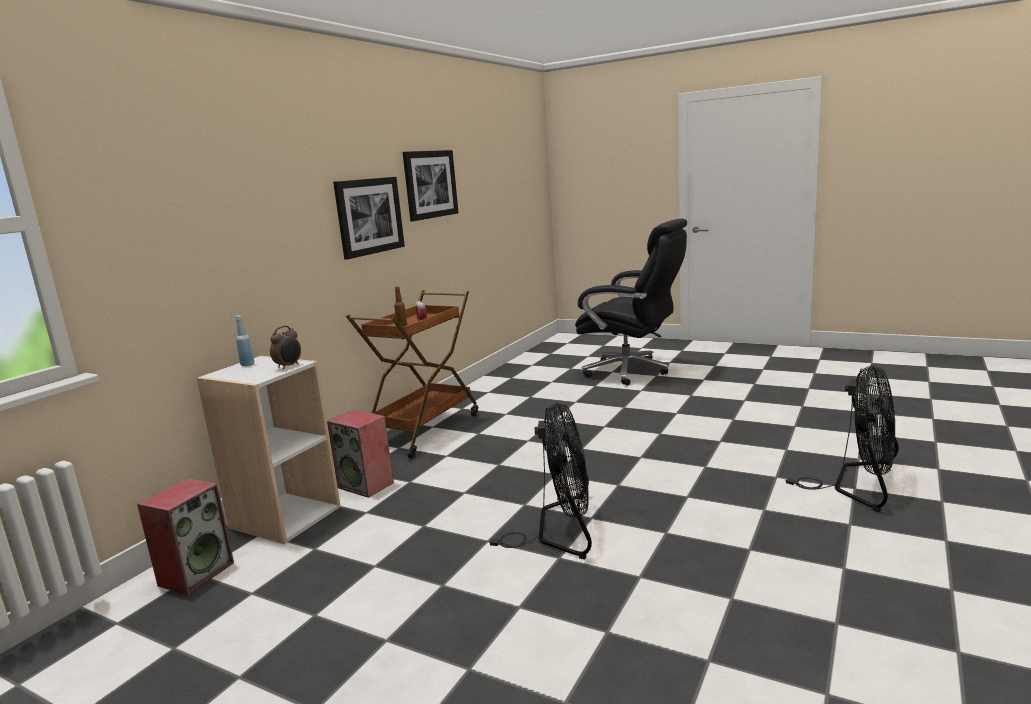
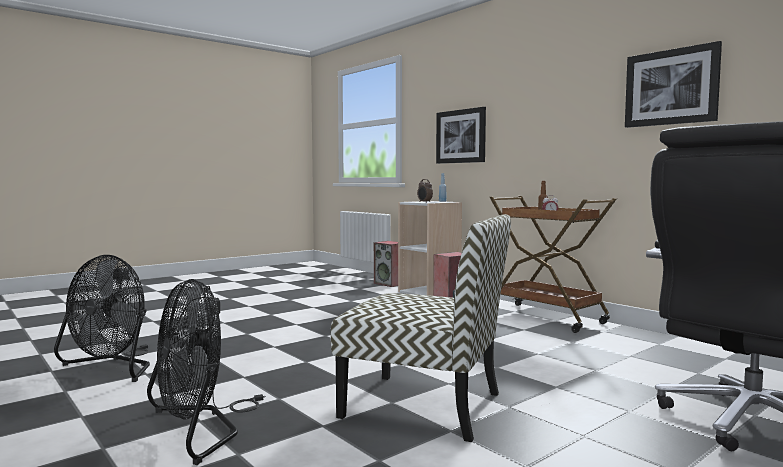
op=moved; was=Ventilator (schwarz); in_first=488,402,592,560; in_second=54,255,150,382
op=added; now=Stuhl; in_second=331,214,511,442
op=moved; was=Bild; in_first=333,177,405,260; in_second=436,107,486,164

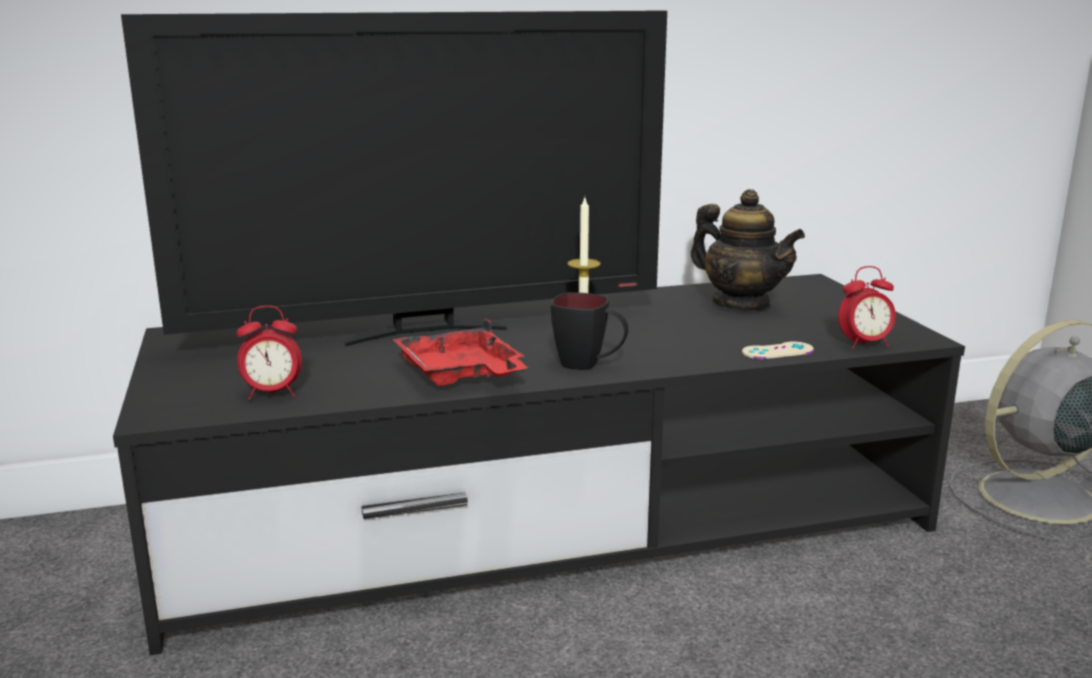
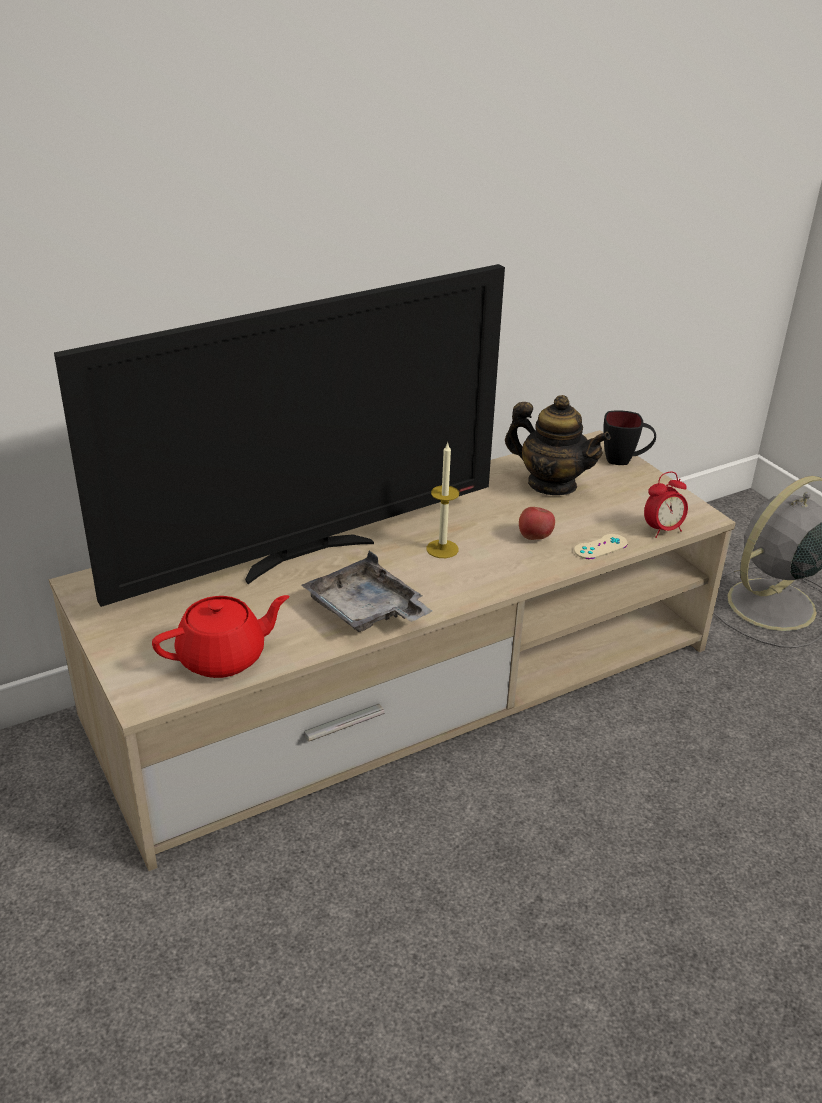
op=recoloured; was=Fernsehschrank (schwarz); now=Fernsehschrank (beige); in_first=113,274,965,655; in_second=49,430,736,871
op=replaced; was=Wecker; now=Teekanne (rot); in_first=237,305,302,400; in_second=152,595,289,678
op=recoloured; was=Tablett (rot); now=Tablett (grau); in_first=392,319,528,386; in_second=302,551,432,632
op=added; now=Apfel; in_second=519,507,555,540
op=moved; was=Henkelbecher (schwarz); in_first=551,292,629,370; in_second=603,410,656,465

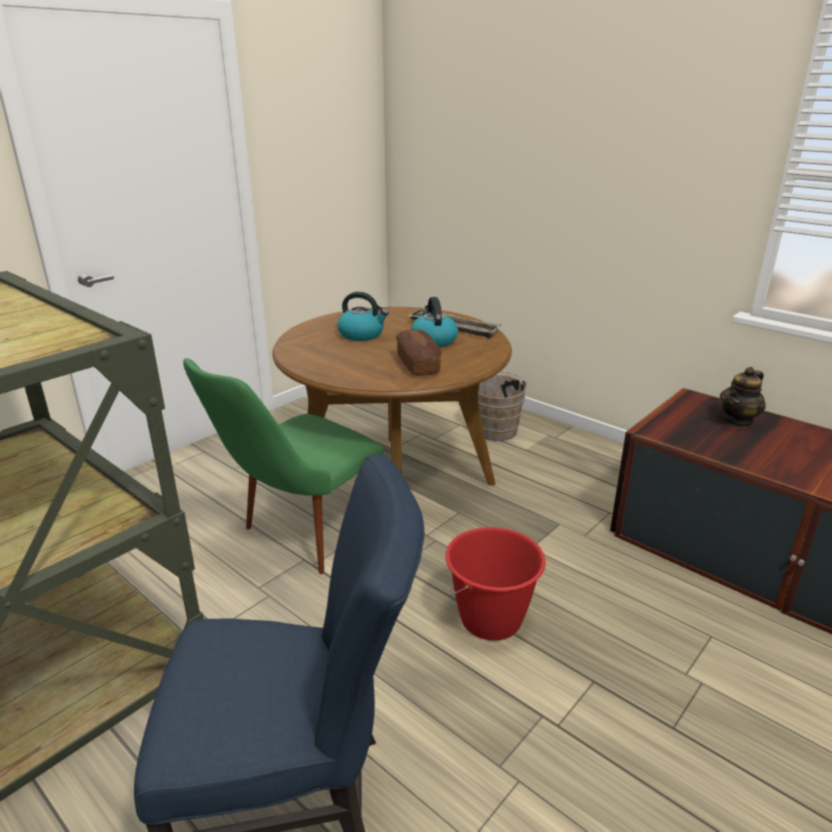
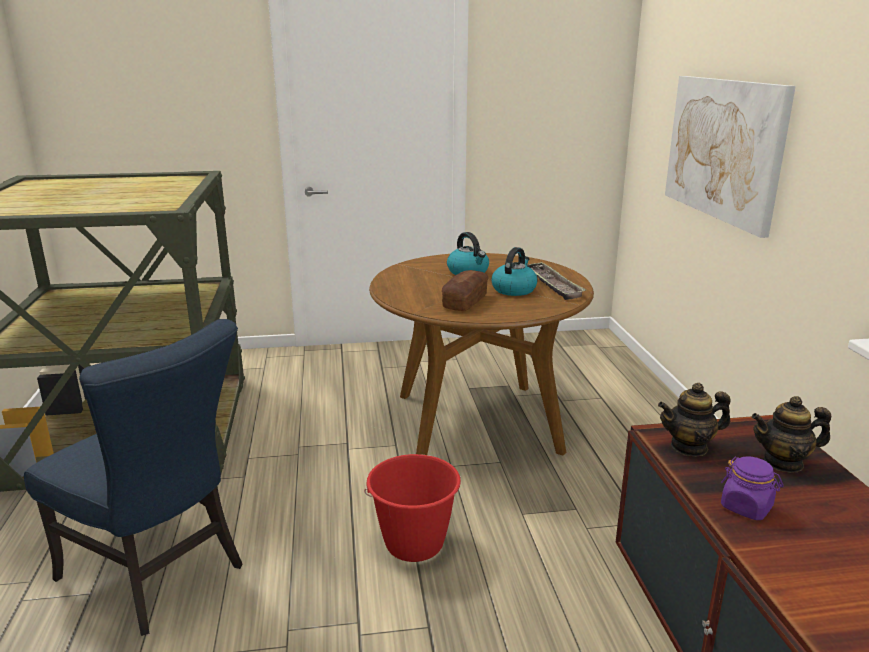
op=added; now=Teekanne; in_second=658,383,731,457
op=added; now=Bild; in_second=665,76,796,238
op=added; now=Vorratsglas (lila); in_second=721,456,783,520
op=removed; was=Stuhl (grün); in_first=183,358,383,574
op=removed; was=Eimer (braun); in_first=478,371,528,441

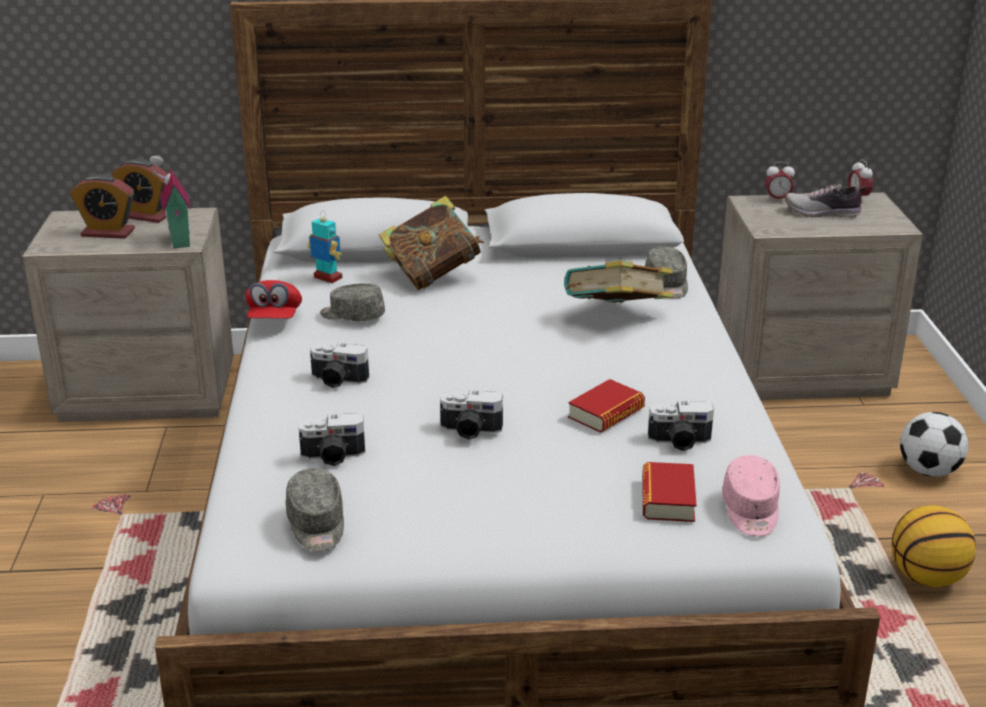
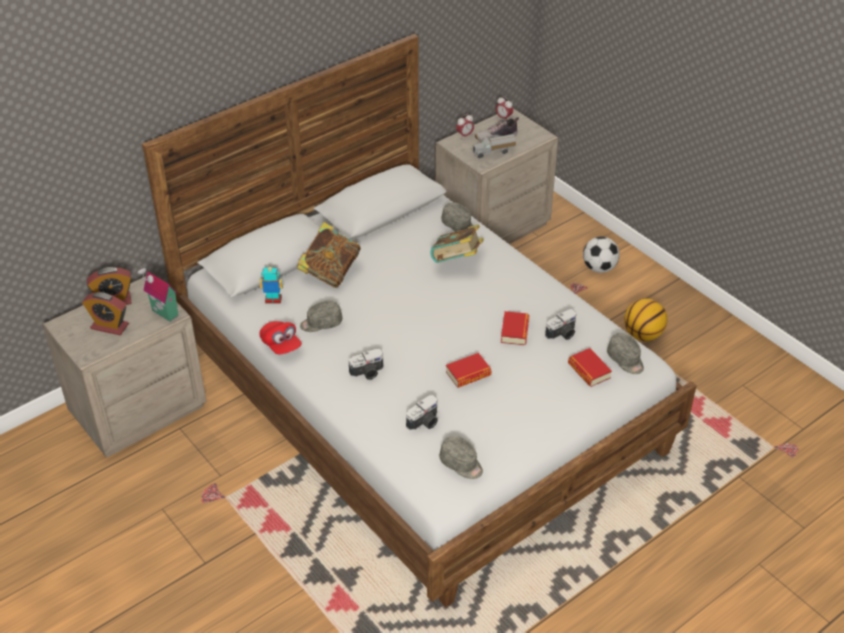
op=turned; was=Wecker; in_first=70,174,135,239; in_second=82,292,129,335; clockwise=45
op=replaced; was=Kamera; now=Buch; in_first=440,390,503,440; in_second=446,353,491,388
op=added; now=Spielzeuglaster; in_second=472,134,516,158
op=recoloured; was=Kappe (rosa); now=Kappe (grau); in_first=722,455,780,536; in_second=607,333,644,374

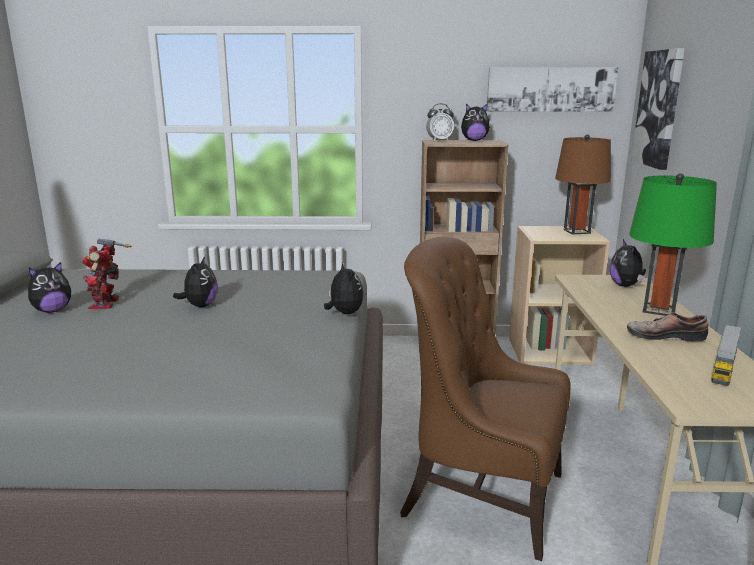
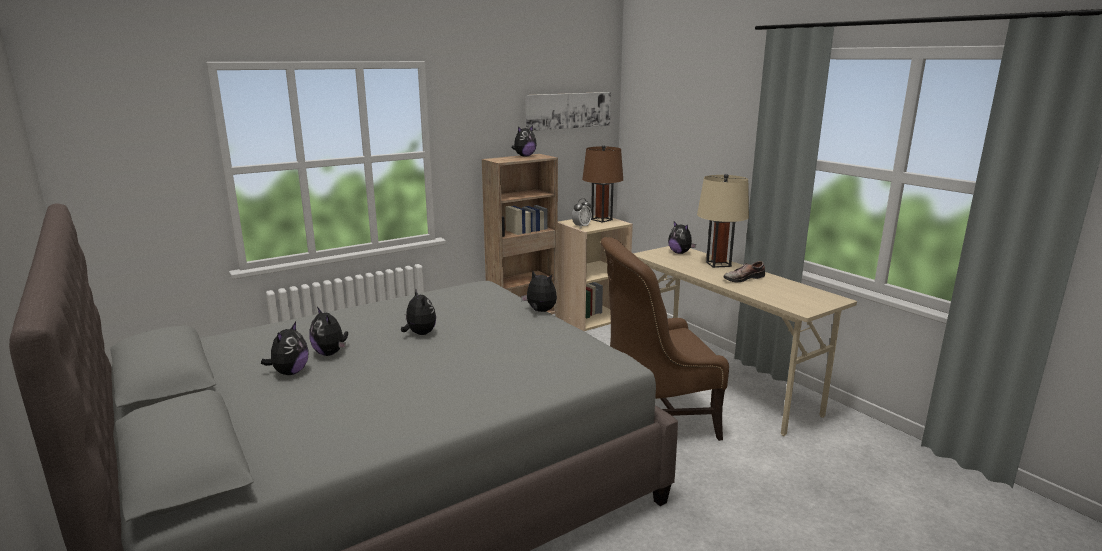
op=replaced; was=Spielzeugroboter; now=Plüschtier; in_first=83,239,132,309; in_second=309,307,348,356
op=moved; was=Wecker; in_first=426,103,454,141; in_second=572,198,592,228
op=recoloured; was=Tischlampe (grün); now=Tischlampe (beige); in_first=629,173,717,316; in_second=697,174,749,268
op=removed; was=Bild; in_first=631,48,685,170
op=removed; was=Spielzeuglaster; in_first=711,324,742,386

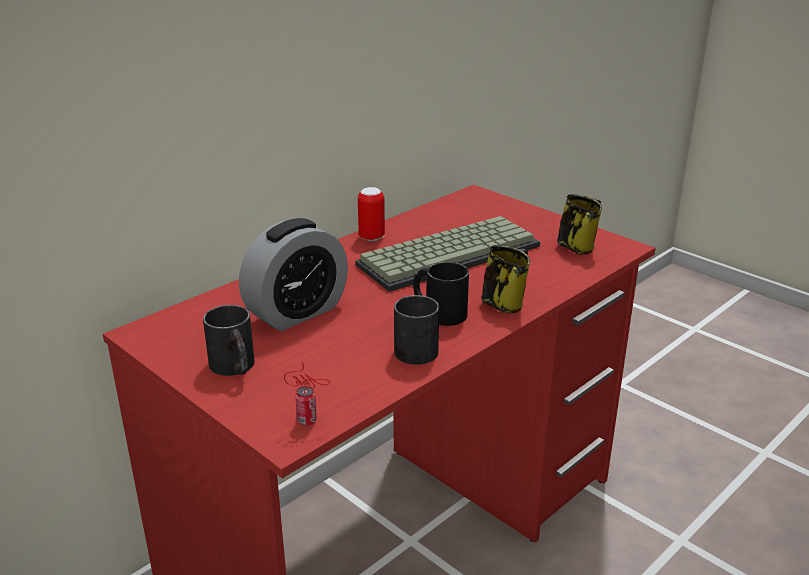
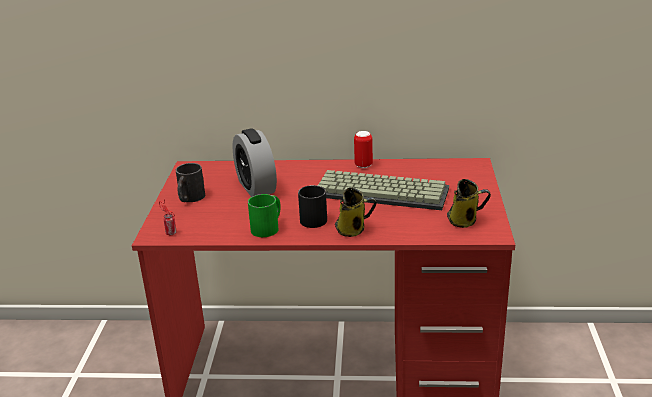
op=turned; was=Wecker; in_first=239,218,348,331; in_second=232,128,277,197; clockwise=60
op=recoloured; was=Henkelbecher (schwarz); now=Henkelbecher (grün); in_first=394,295,439,365; in_second=248,194,281,237

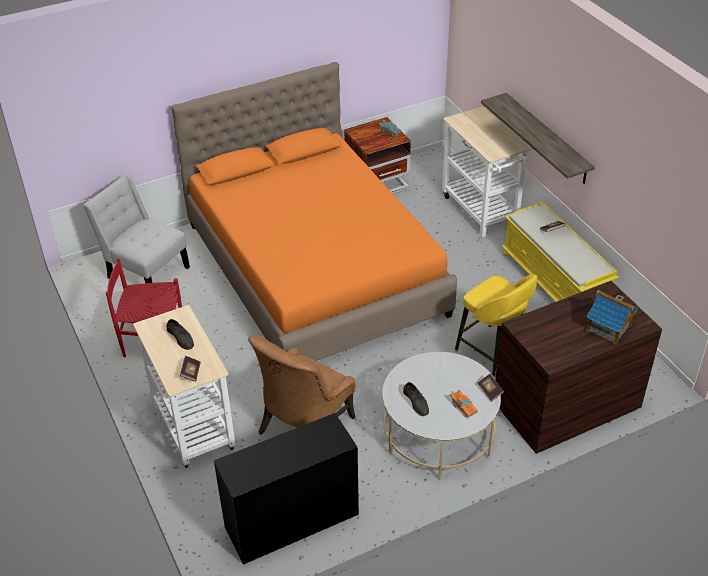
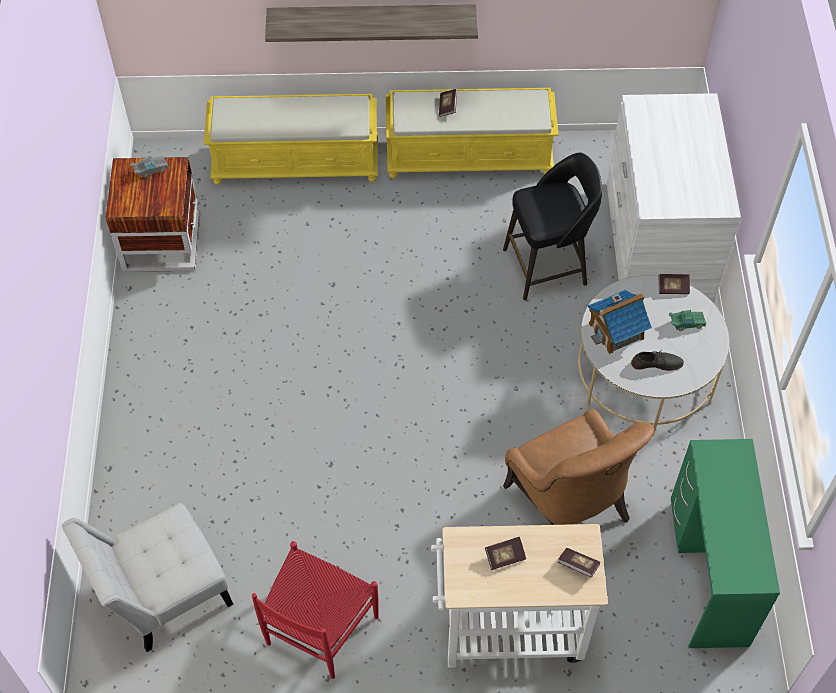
op=replaced; was=Rollwagen (weiß); now=Bank (gelb); in_first=442,107,531,238; in_second=204,94,378,185
op=replaced; was=Schuh (grau); now=Buch; in_first=166,319,194,350; in_second=485,537,526,570
op=recoloured; was=Hocker (gelb); now=Hocker (schwarz); in_first=455,275,537,377; in_second=503,153,602,300
op=moved; was=Spielzeughaus; in_first=586,290,638,345; in_second=588,290,652,354
op=recoloured; was=Kommode (braun); now=Kommode (weiß); in_first=495,281,662,454; in_second=607,93,741,301
op=recoloured; was=Spielzeugauto (orange); now=Spielzeugauto (grün); in_first=450,389,478,418; in_second=669,310,706,331
op=recoloured; was=Schreibtisch (schwarz); now=Schreibtisch (grün); in_first=214,413,359,565; in_second=671,439,780,648
op=removed; was=Bett (orange); in_first=171,62,457,361

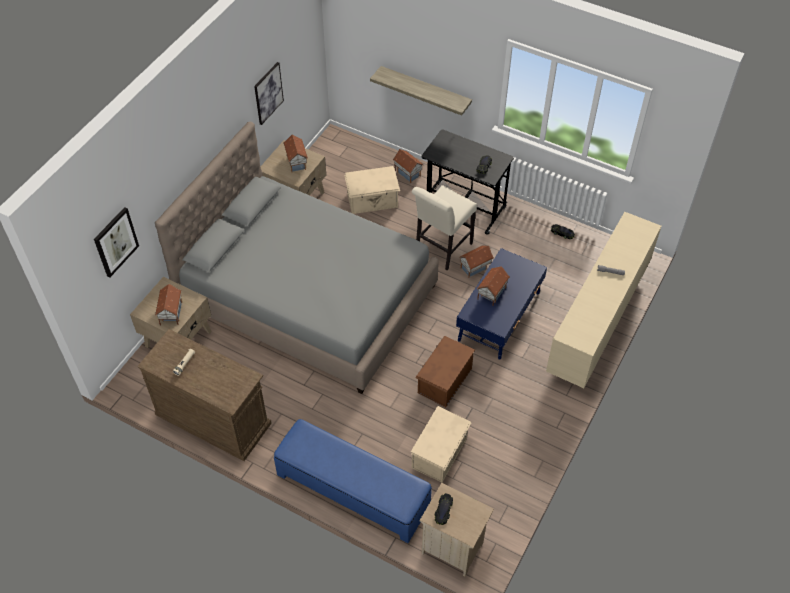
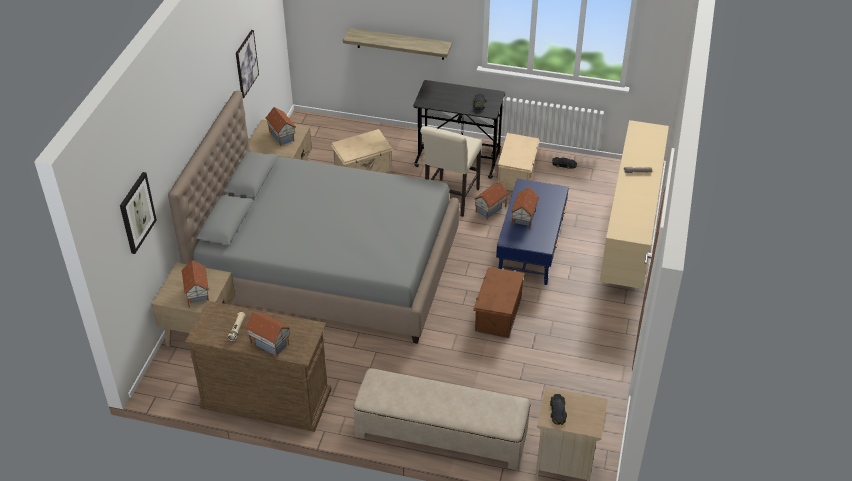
op=moved; was=Spielzeughaus; in_first=393,149,423,183; in_second=245,312,291,357
op=recoloured; was=Bank (blau); now=Bank (beige); in_first=274,419,432,543; in_second=354,368,530,470
op=moved; was=Aufbewahrungsbox (beige); in_first=411,406,472,483; in_second=498,133,540,191

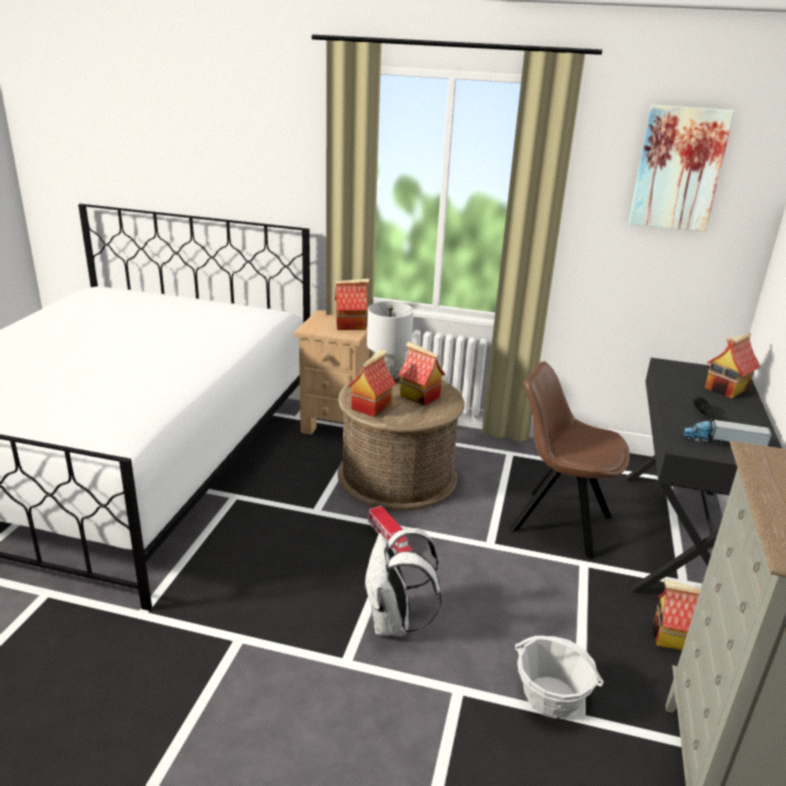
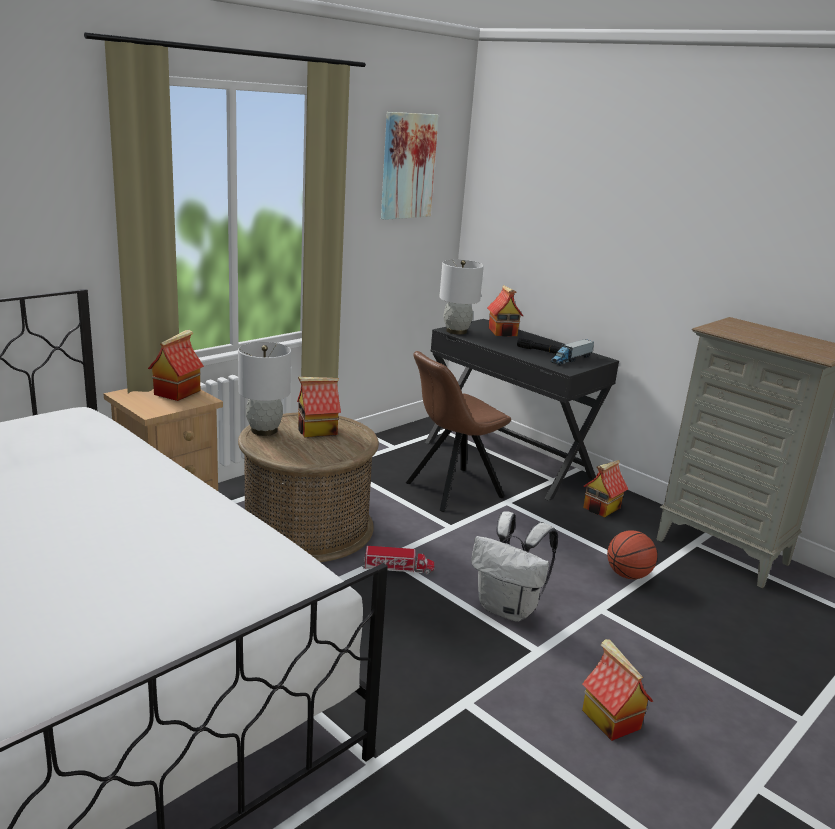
op=added; now=Tischlampe (weiß); in_second=439,260,484,335
op=moved; was=Spielzeughaus; in_first=347,349,396,417; in_second=582,639,653,741
op=replaced; was=Korb; now=Basketball; in_first=515,636,604,718; in_second=607,530,657,579

